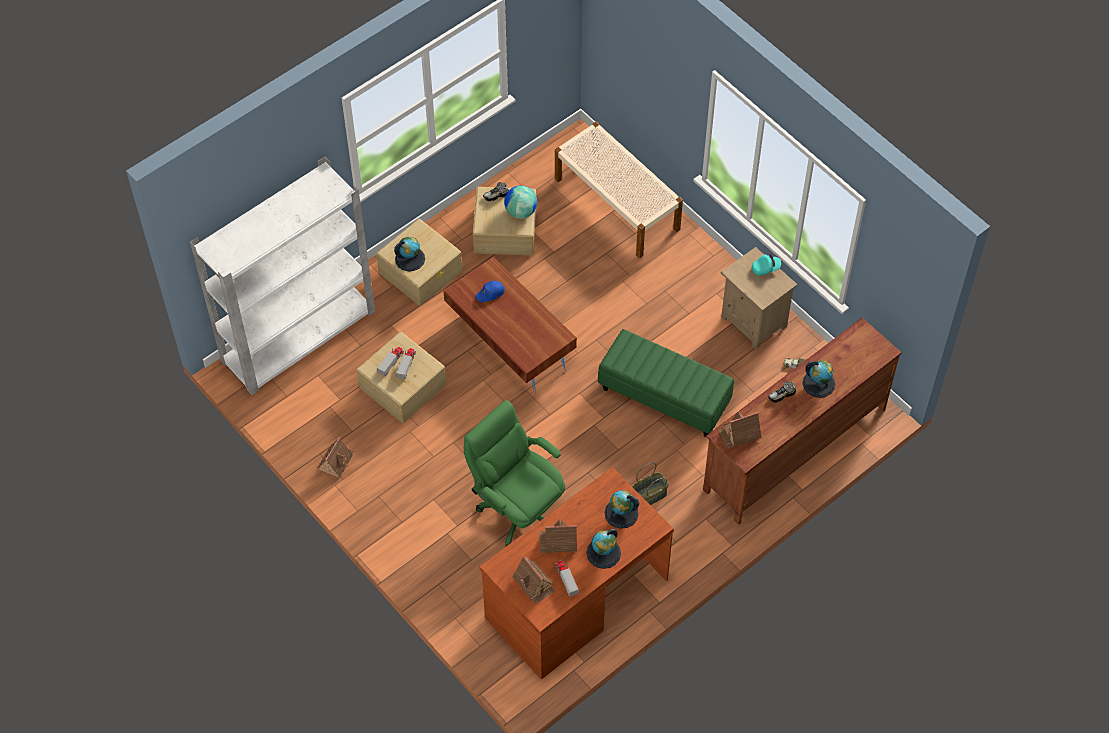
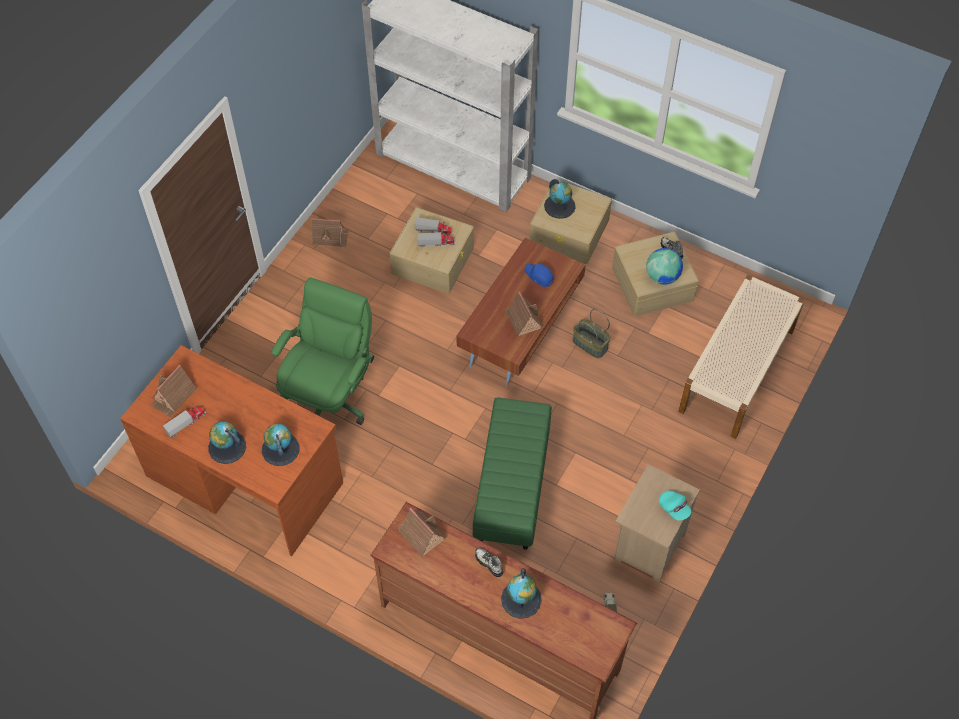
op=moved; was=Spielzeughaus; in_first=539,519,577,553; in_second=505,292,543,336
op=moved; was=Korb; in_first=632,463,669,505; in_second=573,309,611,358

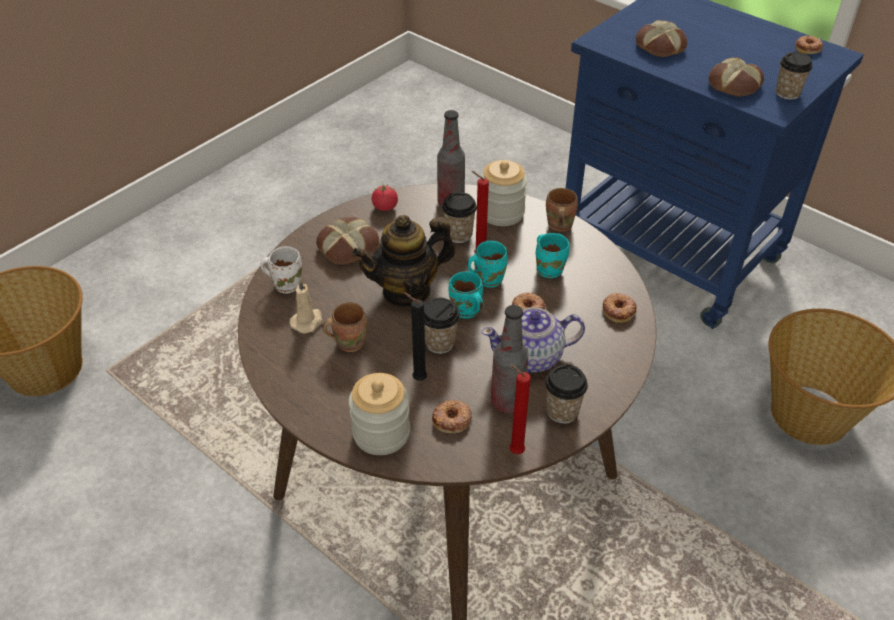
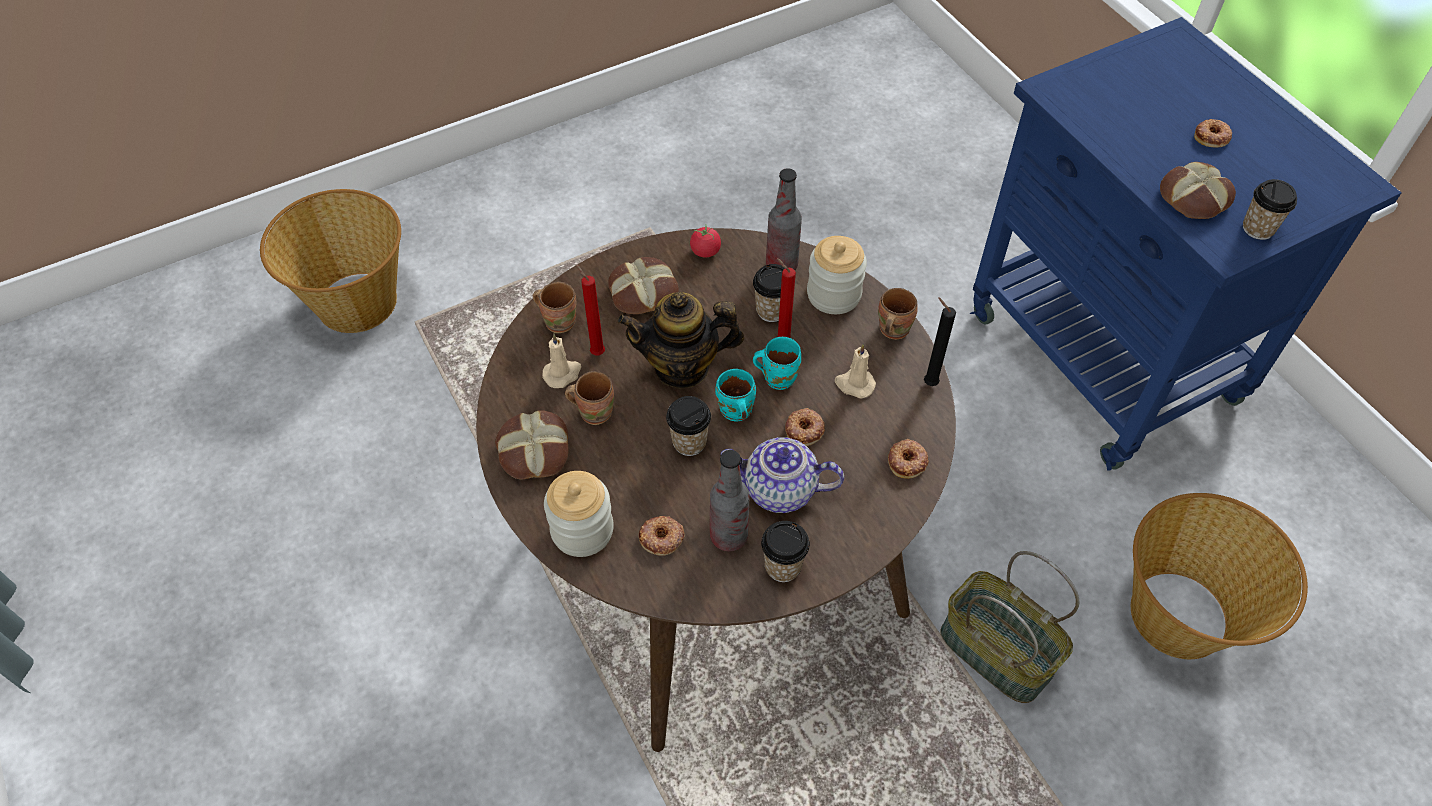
op=moved; was=Brot; in_first=636,20,687,57; in_second=495,410,569,479
op=recoloured; was=Henkelbecher (weiß); now=Henkelbecher (braun); in_first=260,246,302,294; in_second=533,282,577,333
op=moved; was=Kerze (rot); in_first=510,364,531,454; in_second=576,265,605,355
op=replaced; was=Henkelbecher (türkis); now=Kerze (beige); in_first=536,233,570,278; in_second=835,344,876,398
op=moved; was=Kerze (schwarz); in_first=404,292,427,381; in_second=924,297,956,386
op=added; now=Korb; in_second=940,551,1079,703
op=moved; was=Donut; in_first=795,36,823,54; in_second=1194,119,1232,147

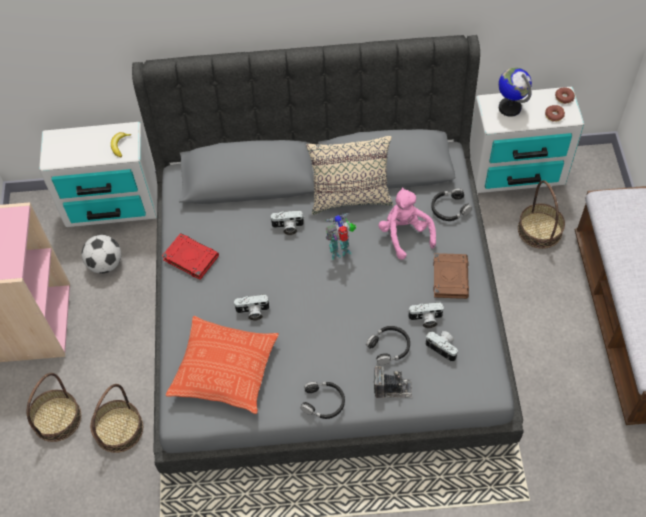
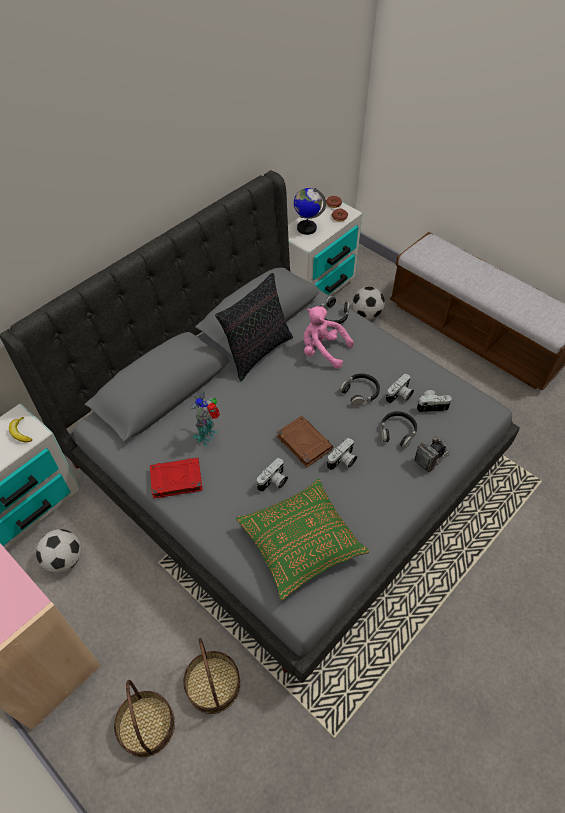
op=moved; was=Spielzeugroboter; in_first=325,212,357,260; in_second=189,392,220,447
op=recoloured; was=Kissen (beige); now=Kissen (schwarz); in_first=306,136,393,215; in_second=215,273,293,382
op=recoloured; was=Kissen (orange); now=Kissen (grün); in_first=166,316,279,414; in_second=236,479,369,600
op=moved; was=Buch (braun); in_first=433,253,469,299; in_second=277,416,333,467
op=moved; was=Kamera; in_first=270,210,304,235; in_second=327,438,357,470
op=moved; was=Kopfhörer (schwarz); in_first=300,382,345,419; in_second=340,373,380,407
op=replaced; was=Korb; now=Fußball; in_first=518,180,565,249; in_second=352,286,385,319

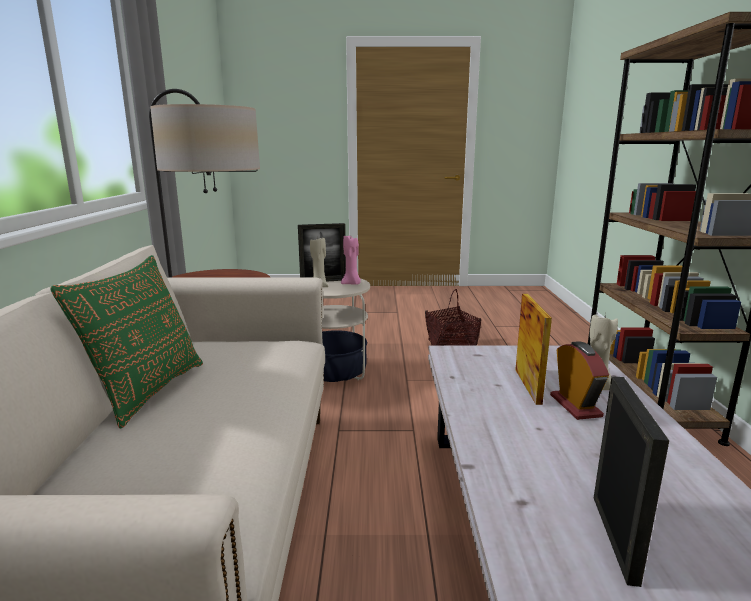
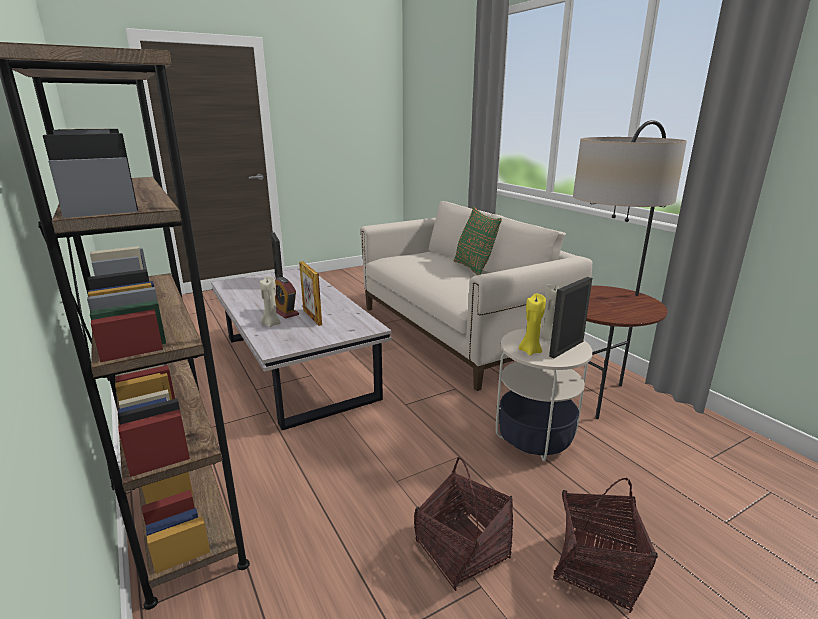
op=recoloured; was=Kerze (rosa); now=Kerze (gelb); in_first=341,236,361,285; in_second=519,293,546,356
op=added; now=Korb; in_second=553,478,658,613

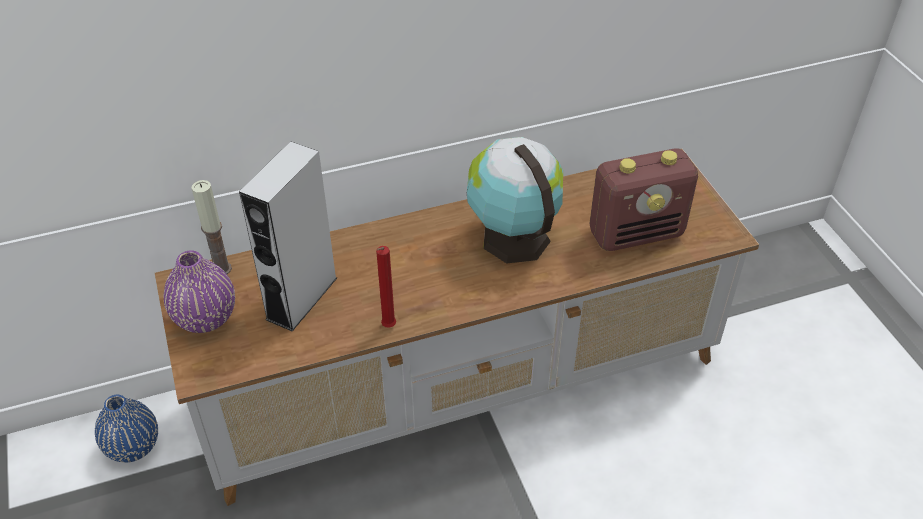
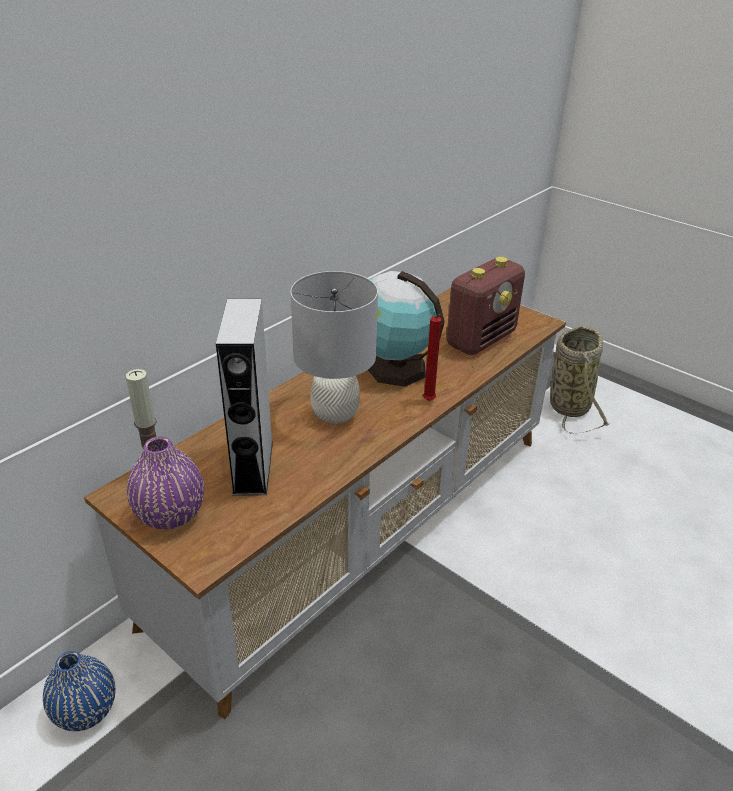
op=added; now=Tischlampe (grau); in_second=290,271,378,424
op=moved; was=Kerze (rot); in_first=376,246,396,328; in_second=423,314,441,401
op=added; now=Korb; in_second=550,326,609,434

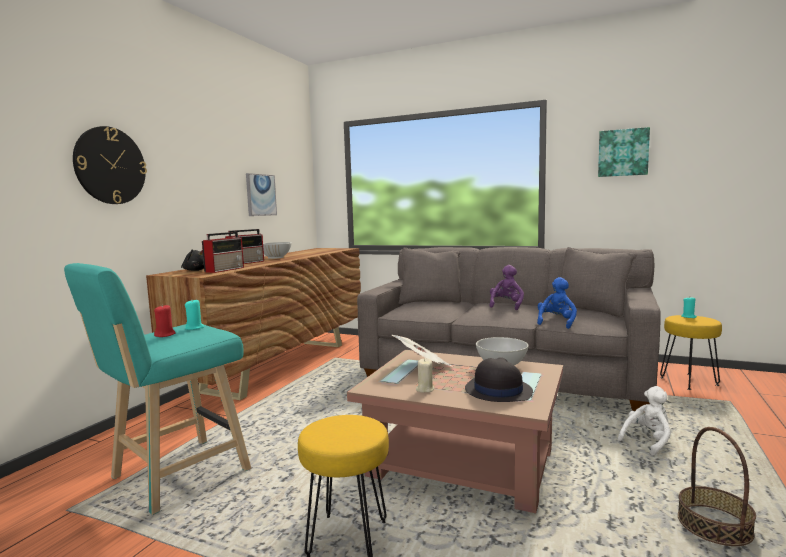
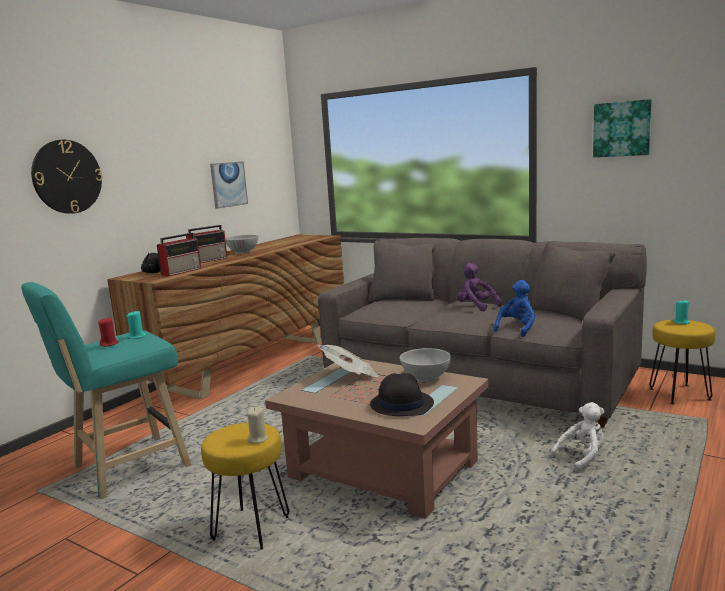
op=moved; was=Kerze (beige); in_first=416,358,434,393; in_second=247,406,268,444
op=turned; was=Plüschtier (lila); in_first=490,265,524,310; in_second=457,263,502,311; clockwise=-75
op=removed; was=Korb; in_first=678,427,756,546

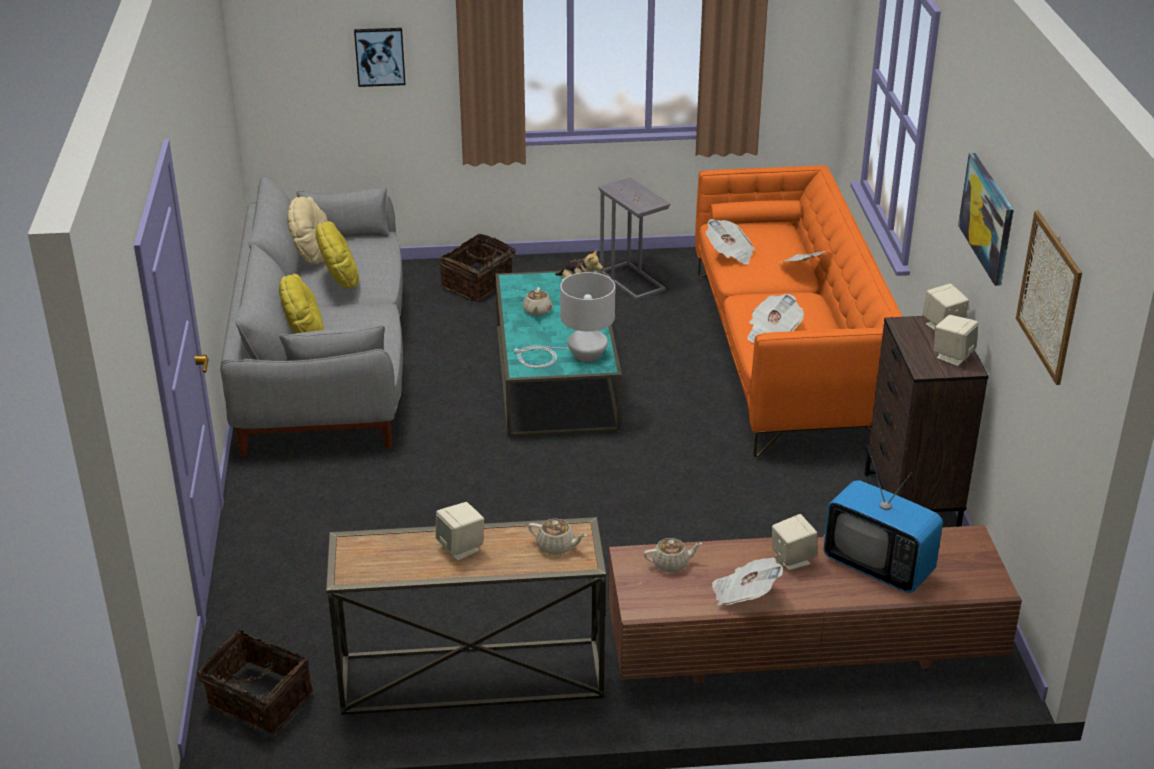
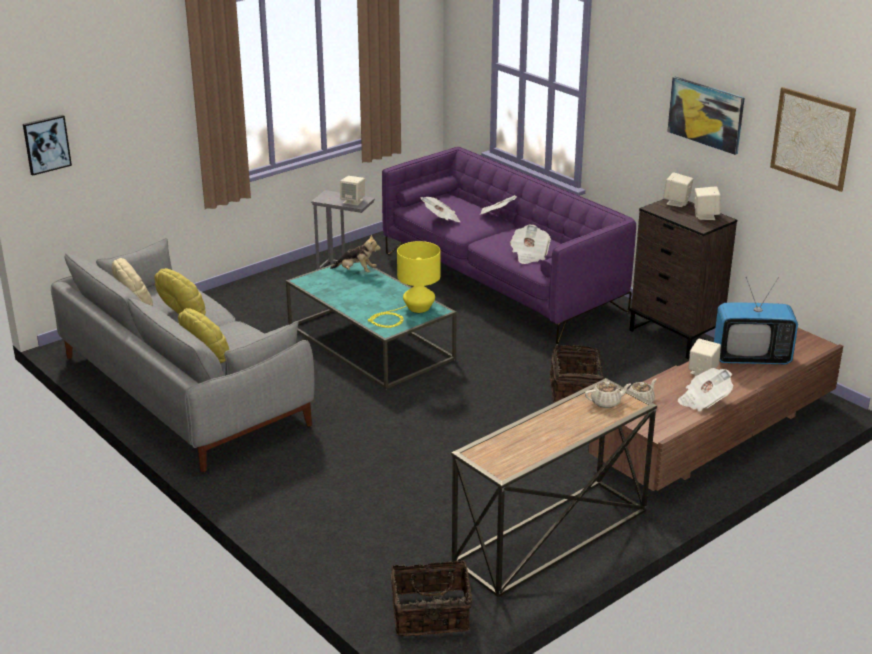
op=moved; was=Bild; in_first=354,28,406,87; in_second=23,115,72,176
op=moved; was=Lautsprecher (beige); in_first=435,502,484,561; in_second=340,176,365,205
op=recoloured; was=Tischlampe (grau); now=Tischlampe (gelb); in_first=514,272,615,368; in_second=368,241,441,328
op=recoloured; was=Sofa (orange); now=Sofa (lila); in_first=695,165,903,458; in_second=382,147,636,345
op=moved; was=Korb; in_first=440,233,522,302; in_second=549,345,612,403
op=removed; was=Teekanne (beige); in_first=523,287,552,316

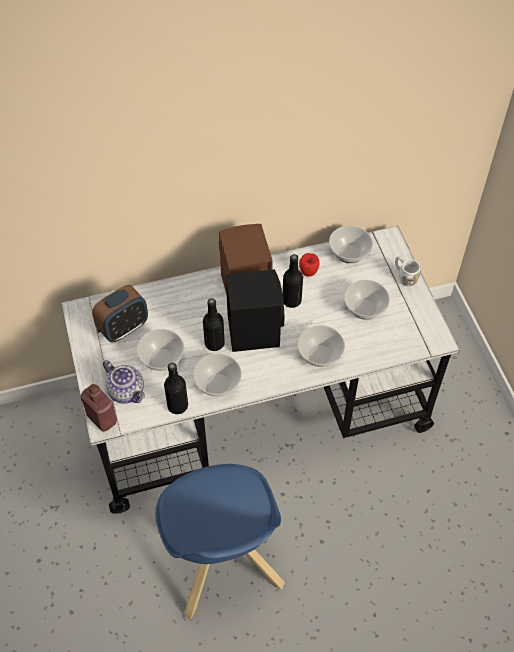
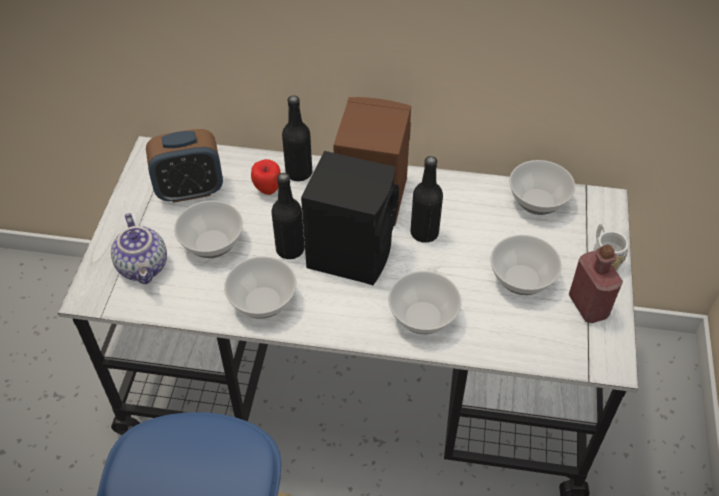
op=moved; was=Apfel; in_first=299,253,319,277; in_second=251,159,281,195
op=moved; was=Flasche (schwarz); in_first=164,363,188,414; in_second=282,95,312,181
op=moved; was=Flasche (rot); in_first=81,384,117,432; in_second=569,244,623,323

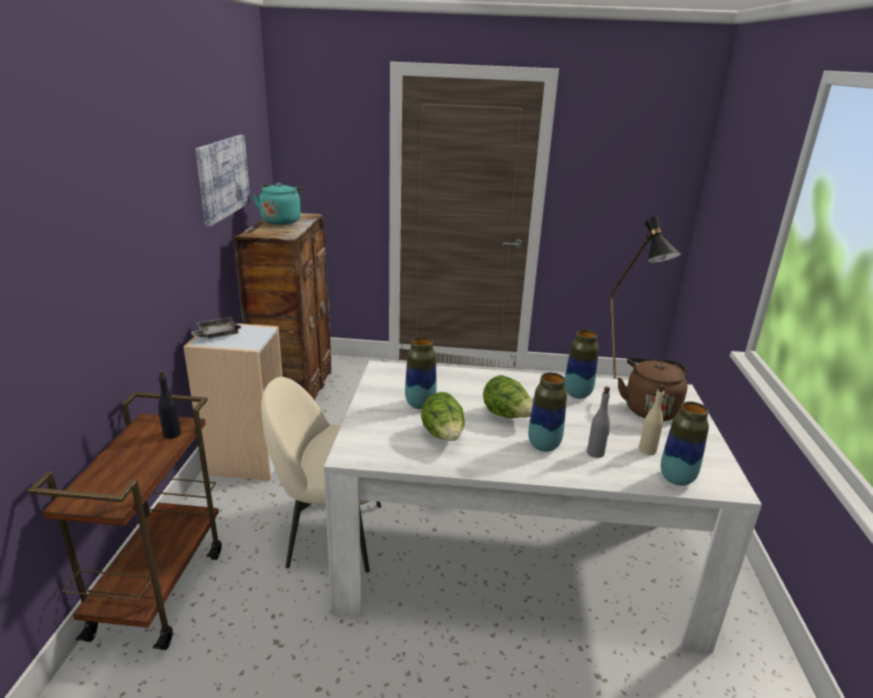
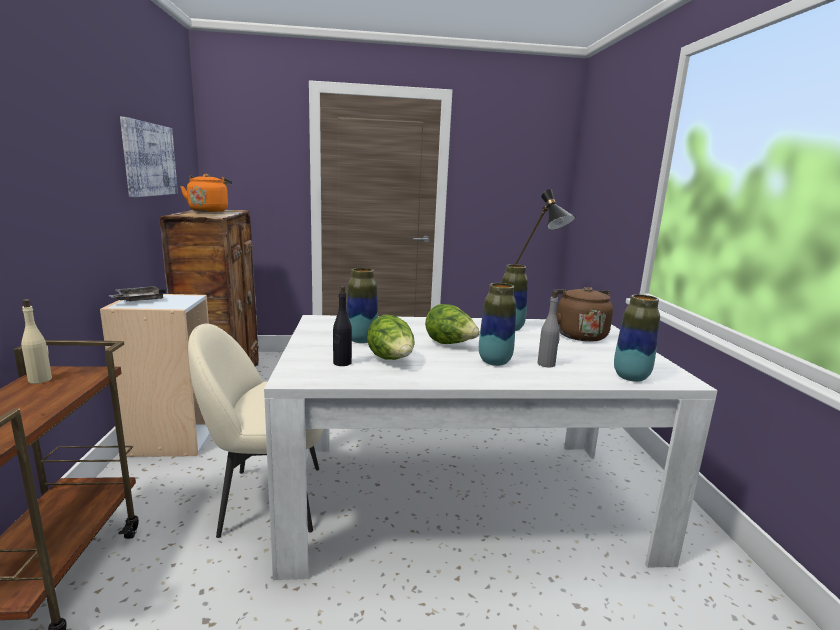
op=moved; was=Flasche (beige); in_first=639,384,665,455; in_second=21,299,52,384
op=recoloured; was=Wasserkessel (türkis); now=Wasserkessel (orange); in_first=253,183,305,225; in_second=180,174,232,212
op=moved; was=Flasche (schwarz); in_first=158,371,181,439; in_second=333,286,352,366

